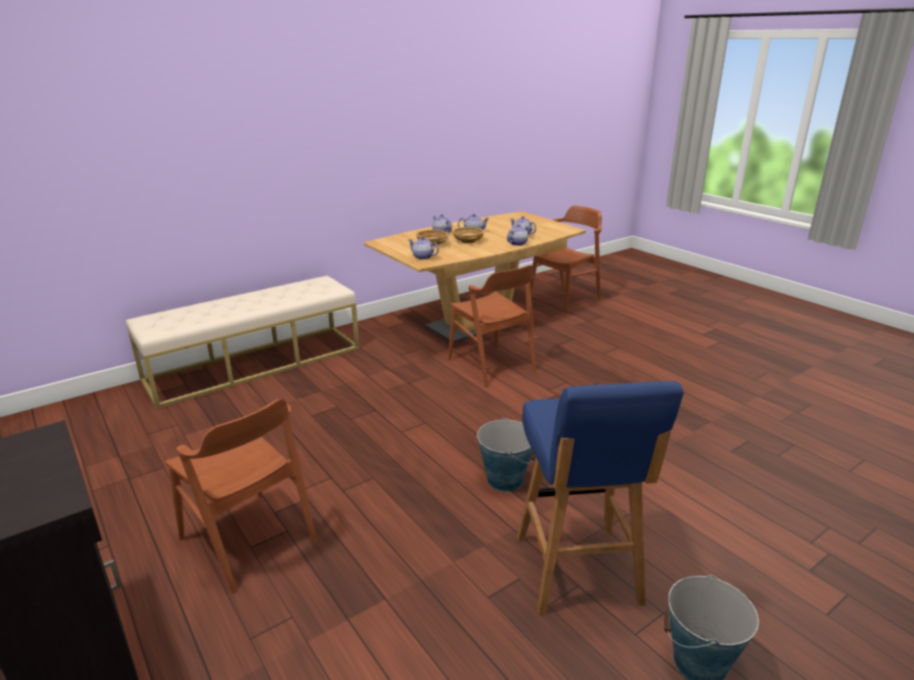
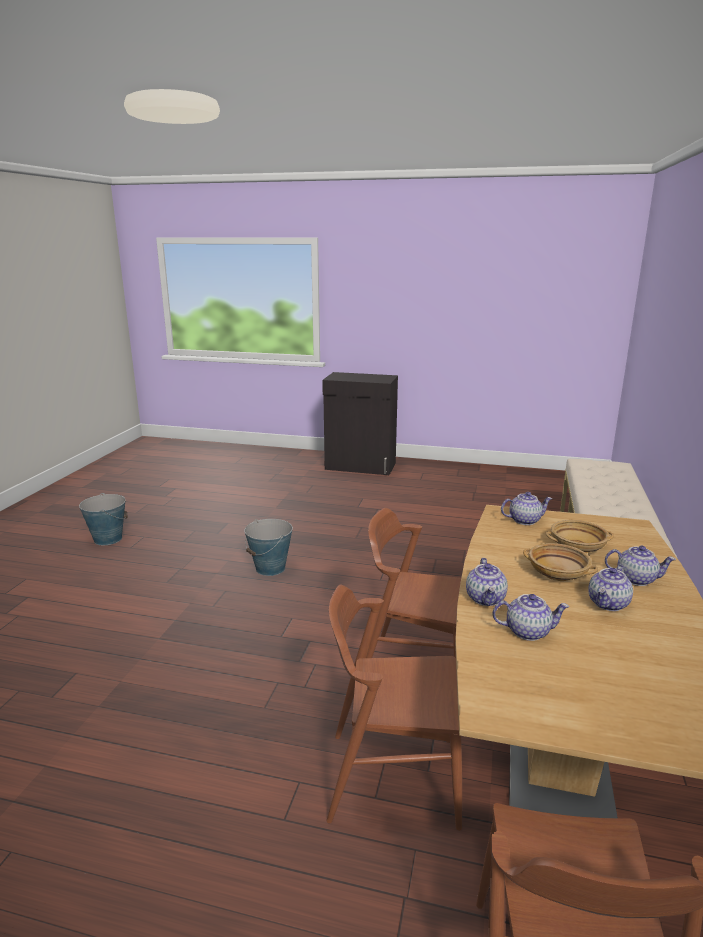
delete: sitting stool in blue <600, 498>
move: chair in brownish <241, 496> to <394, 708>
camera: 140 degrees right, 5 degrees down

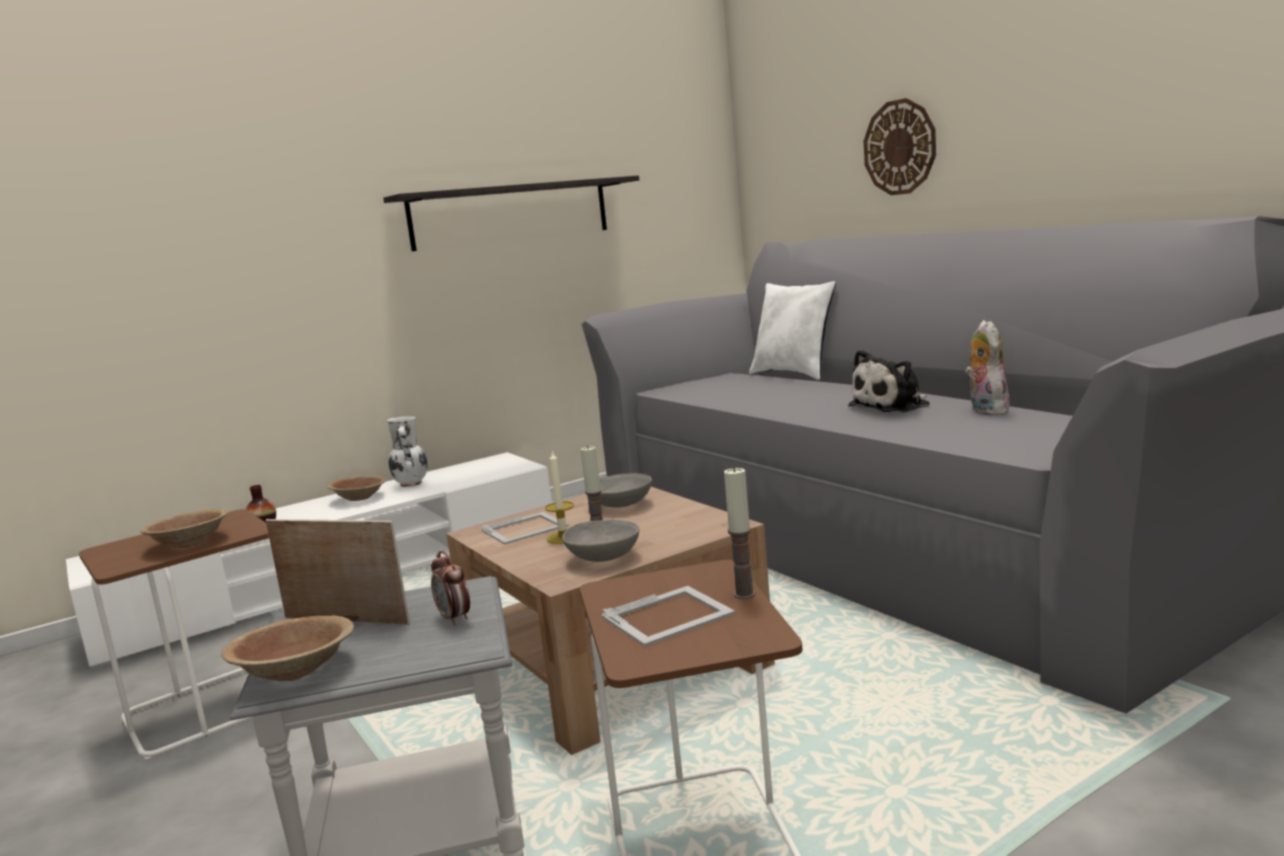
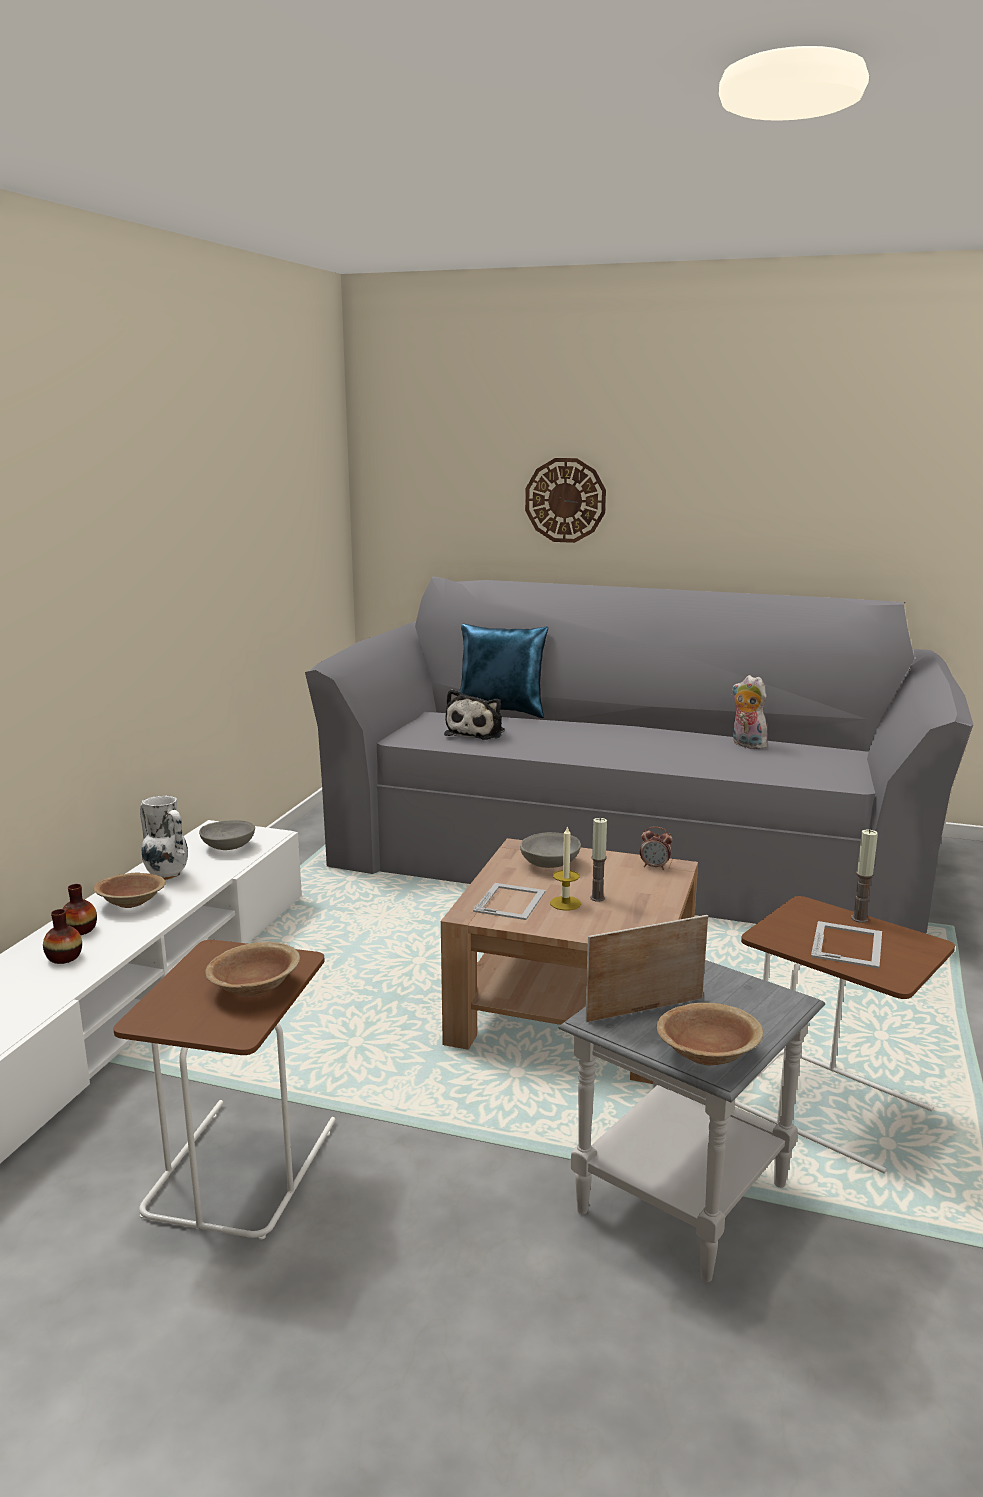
delete: shelf <511, 213>
insert: flower vase <79, 909>
move: table clock <450, 588> to <656, 848>; serving bowl in gray <600, 541> to <227, 835>; soft toy <889, 381> to <474, 714>
recolor: pillow in white <792, 330> to pillow in blue <504, 671>
camera: 40 degrees left, 5 degrees up

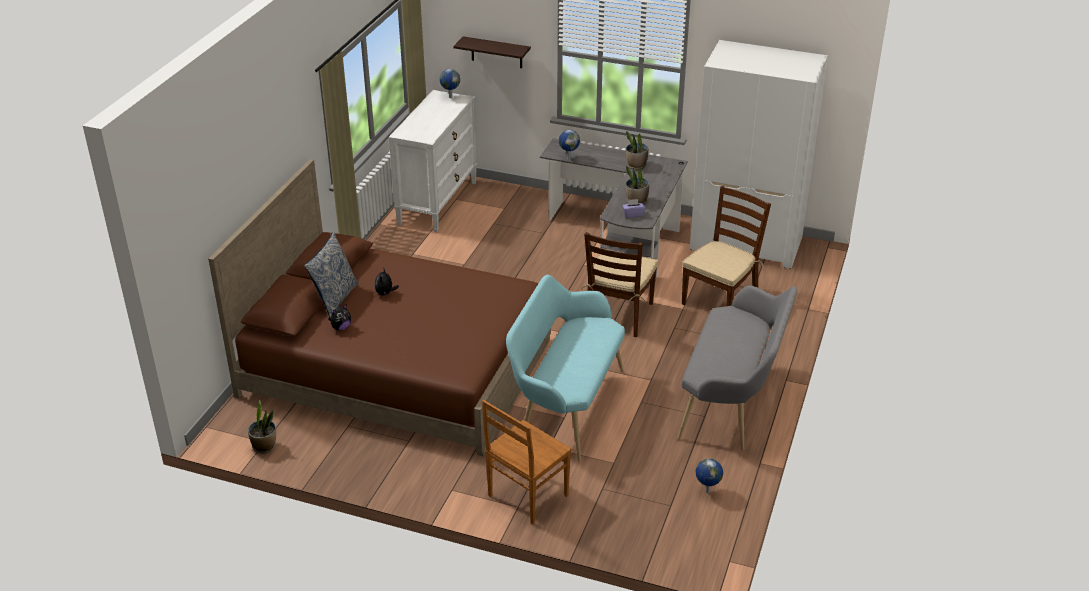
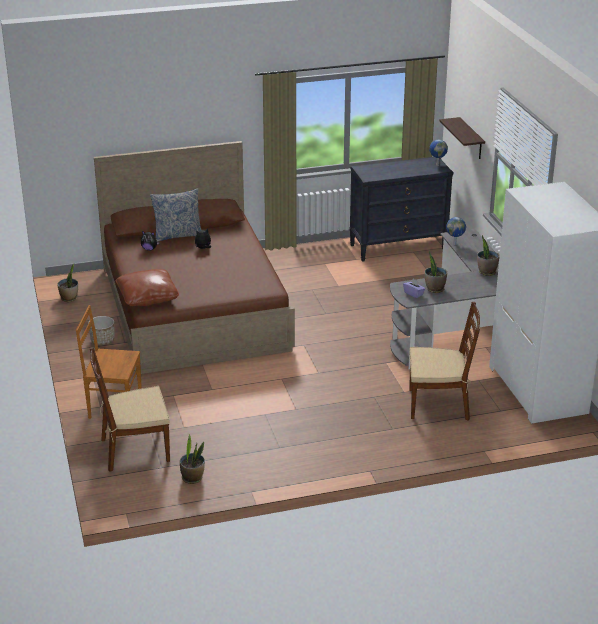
delete: bench in blue-green <565, 368>; bench in gray <737, 368>
insert: plant pot <101, 330>; pillow in brownish <147, 287>
move: chair in brownish <619, 284> to <130, 409>
replace: globe <709, 475> to potted plant <192, 459>
recolor: chest of drawers in white <432, 161> to chest of drawers in black-coloured <401, 209>
camera: 55 degrees right, 5 degrees down

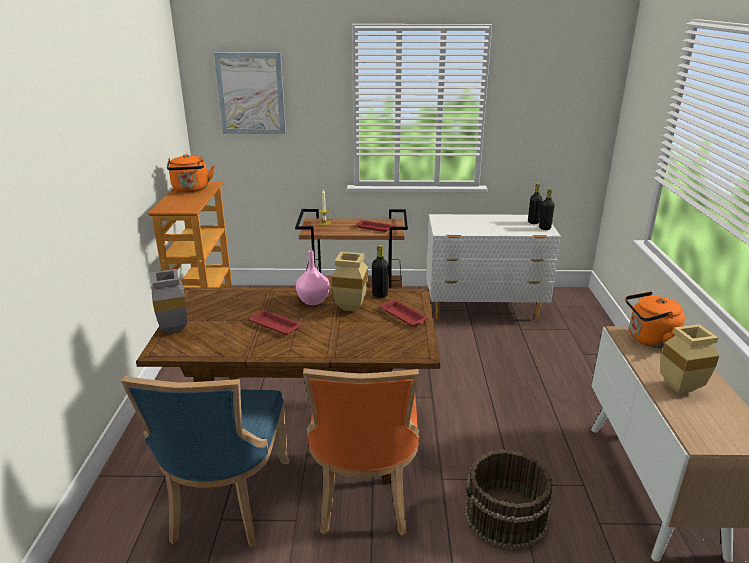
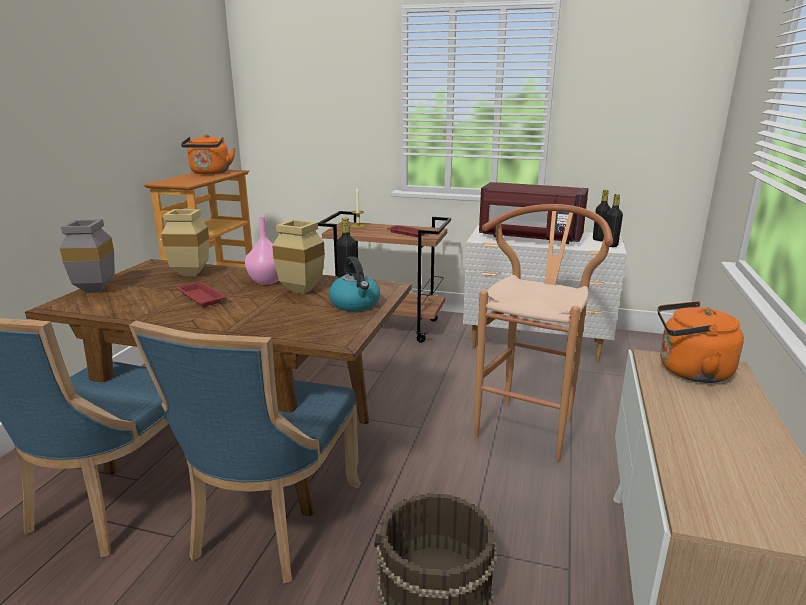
delete: wall picture <250, 93>
insert: sitting stool in brownish <543, 333>; microwave oven in red <533, 213>
move: flower vase in beige-coloured <690, 359> to <185, 242>
replace: serving tray in red <404, 313> to tea kettle <354, 283>
recolor: chair in orange-coloured <361, 451> to chair in blue <245, 451>
camera: 15 degrees right, 5 degrees down

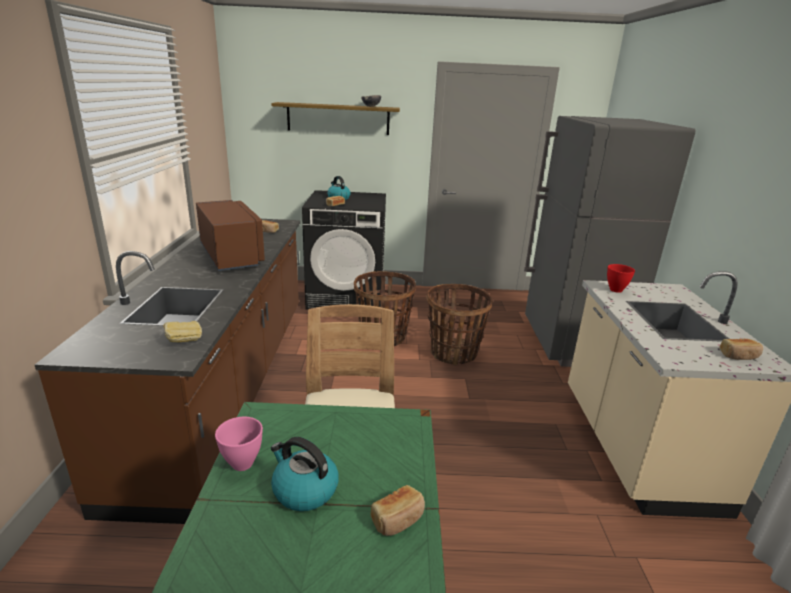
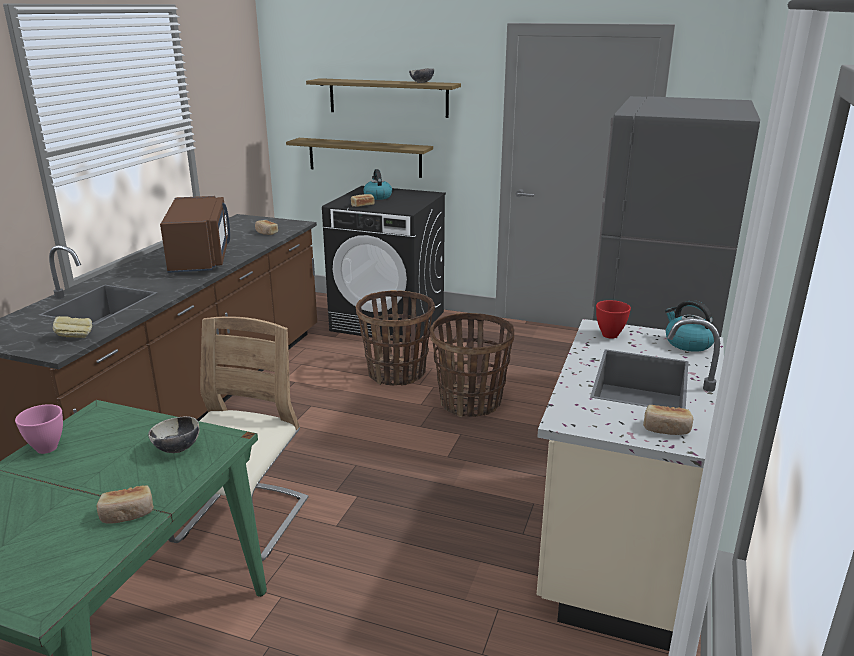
insert: serving bowl <173, 434>; shelf <359, 158>
move: tea kettle <305, 474> to <689, 326>
camera: 20 degrees right, 0 degrees up

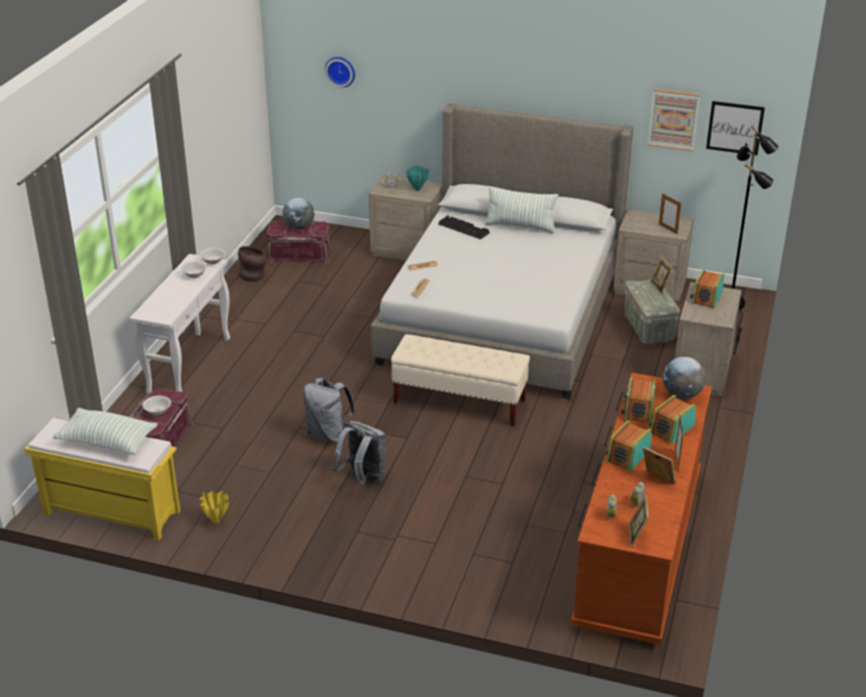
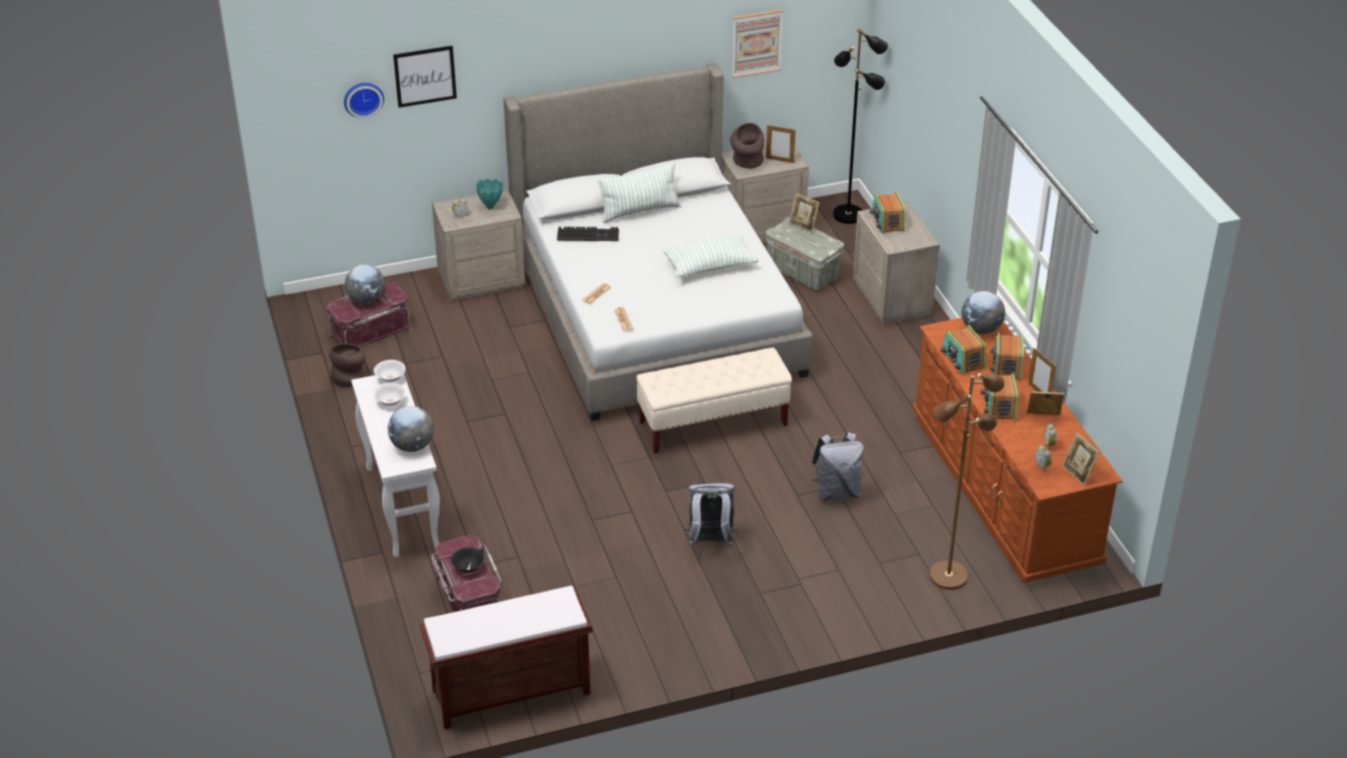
delete: flower vase in yellowish <214, 507>
insert: globe <411, 429>; flower vase in brownish <747, 145>; standard lamp in brownish <966, 481>
move: pillow <105, 431> to <710, 256>; knapsack in gray <329, 410> to <837, 466>; wall picture <735, 128> to <425, 77>
recolor: bench in yellowish <102, 479> to bench in brownish <506, 658>; serving bowl in white <157, 405> to serving bowl in black-coloured <467, 560>
camera: 35 degrees left, 5 degrees up

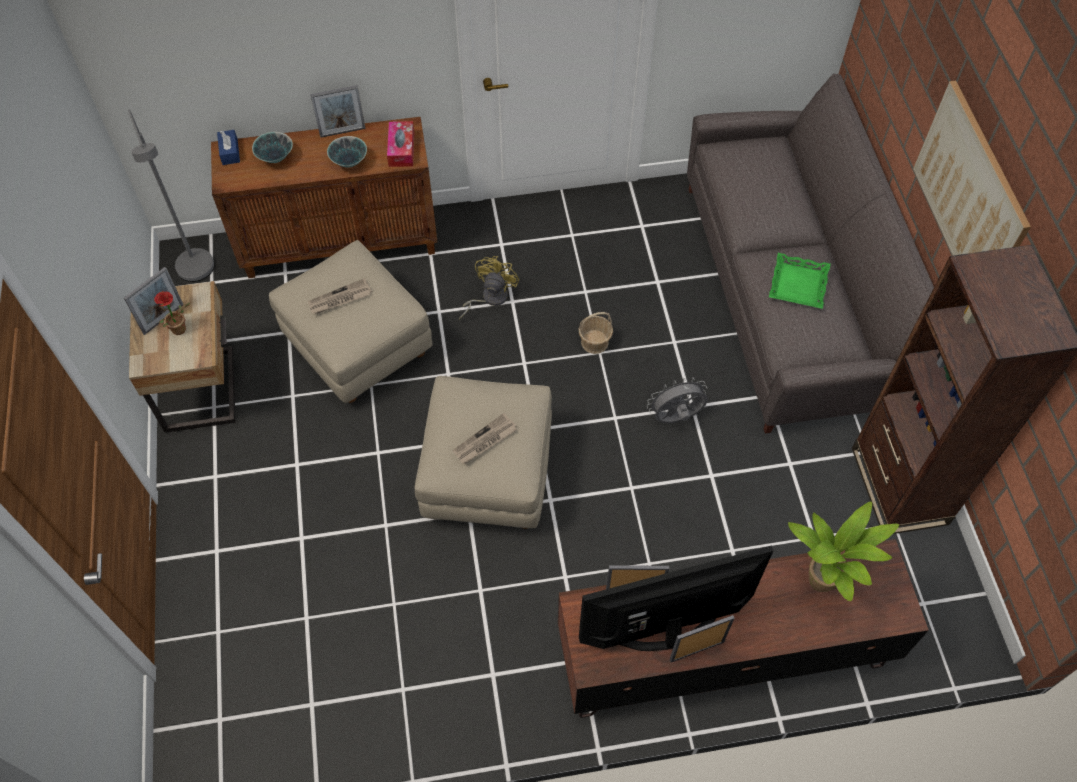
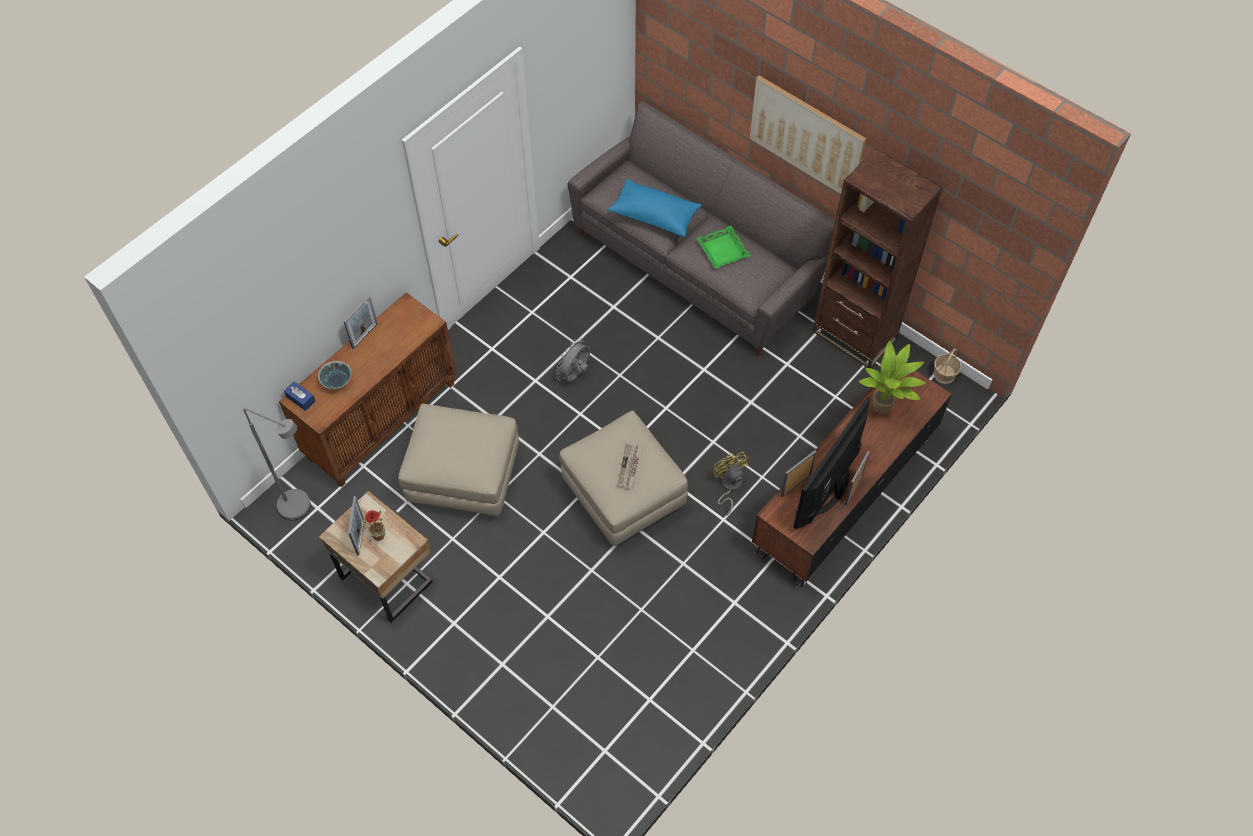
delete: printed paper <340, 296>; serving bowl <347, 152>; tissue box <400, 144>
insert: pillow in blue <655, 208>
move: electric fan in yellowish <489, 288> to <731, 484>; household basket <595, 333> to <947, 366>; electric fan in gray <677, 400> to <573, 360>
camera: 40 degrees left, 0 degrees up

